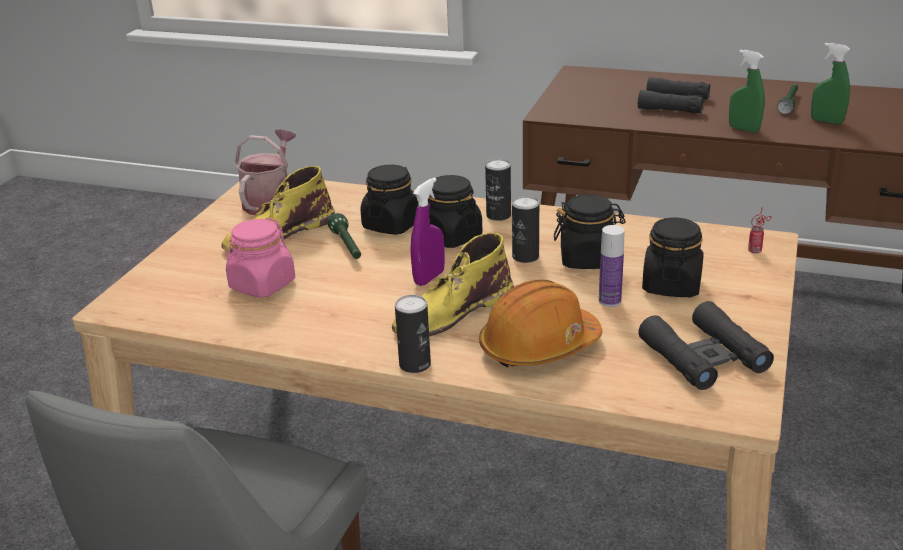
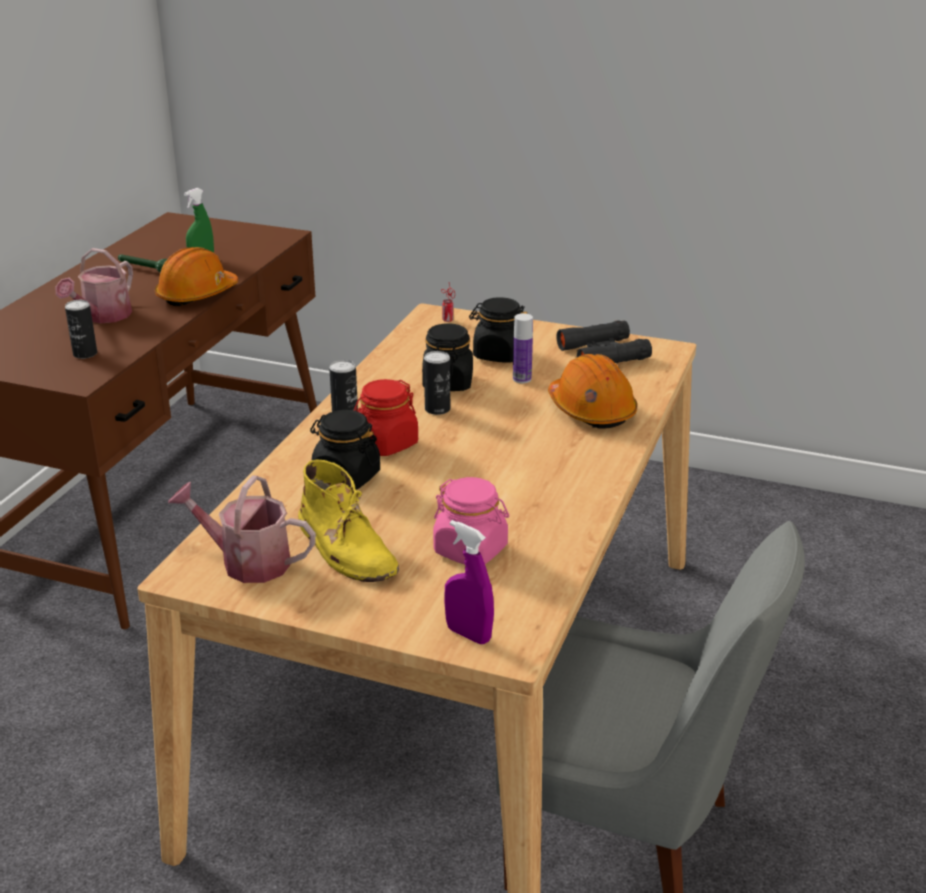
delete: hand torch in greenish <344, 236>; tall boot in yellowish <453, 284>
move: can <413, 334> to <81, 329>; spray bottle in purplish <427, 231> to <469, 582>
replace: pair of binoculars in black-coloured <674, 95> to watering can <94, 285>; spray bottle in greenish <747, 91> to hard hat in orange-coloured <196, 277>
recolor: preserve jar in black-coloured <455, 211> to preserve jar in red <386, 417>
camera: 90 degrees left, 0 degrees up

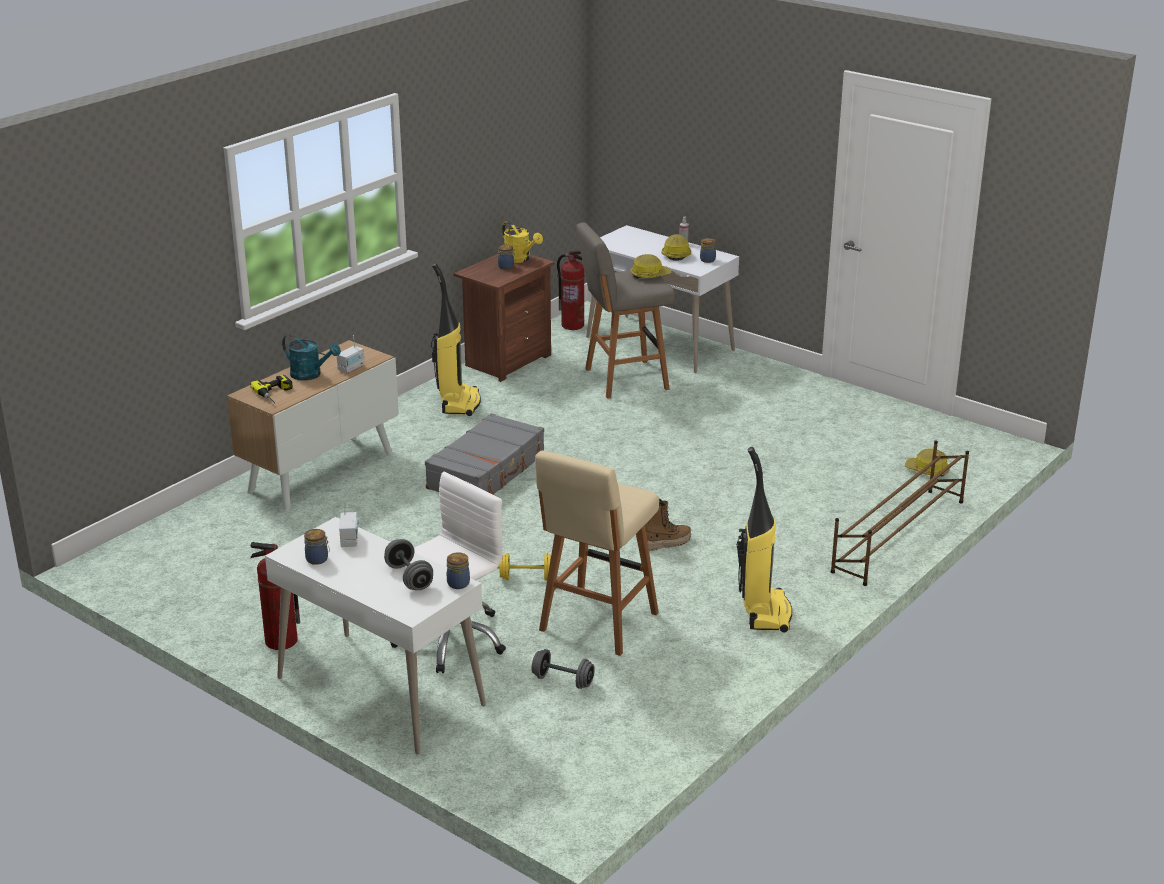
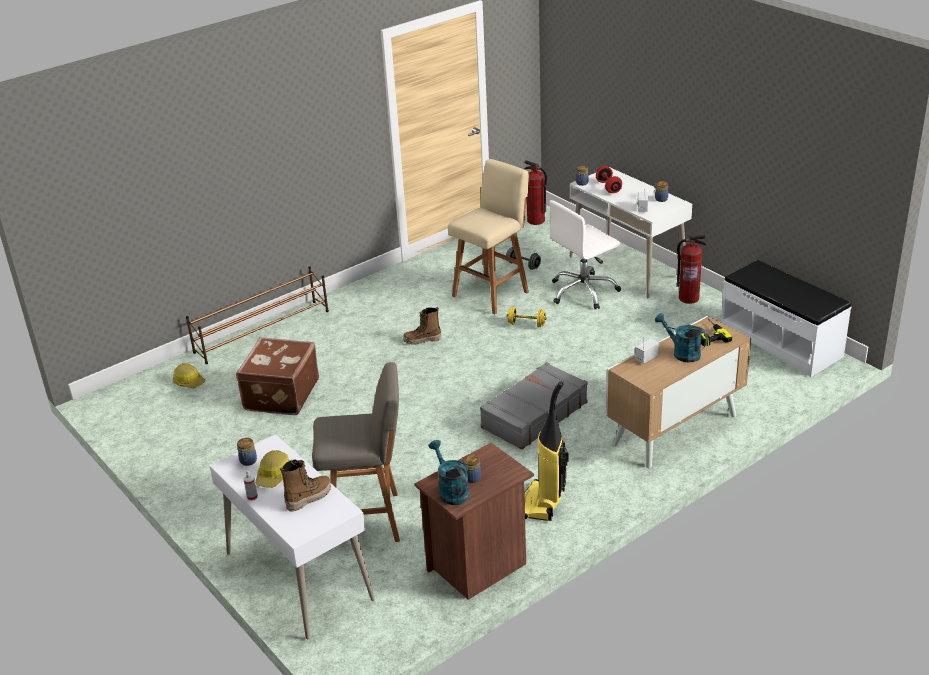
delete: hard hat <650, 266>; hoover <764, 539>
insert: piece of luggage in brownish <277, 376>; tall boot <305, 485>; bench in white <786, 318>
move: fire extinguisher <571, 290> to <535, 192>
recolor: hand weight in gray <408, 564> to hand weight in red <609, 179>; watering can in yellowish <522, 242> to watering can in blue-green <449, 472>
camera: 165 degrees left, 5 degrees up

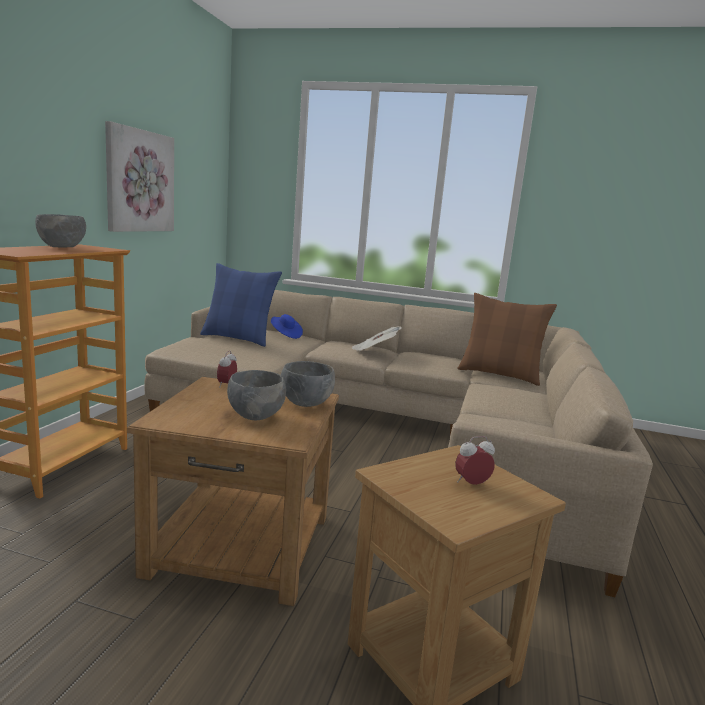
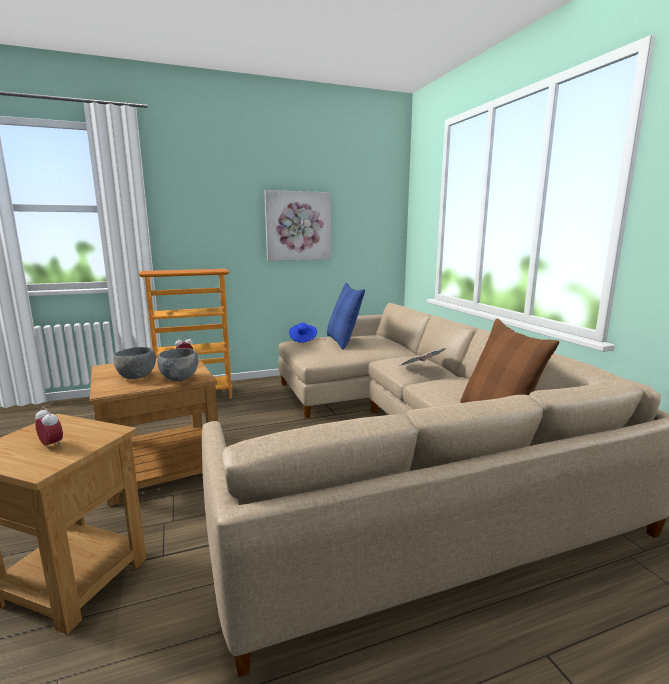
delete: serving bowl in gray <60, 230>
move: hat in blue <287, 326> to <303, 333>
camera: 55 degrees right, 0 degrees up

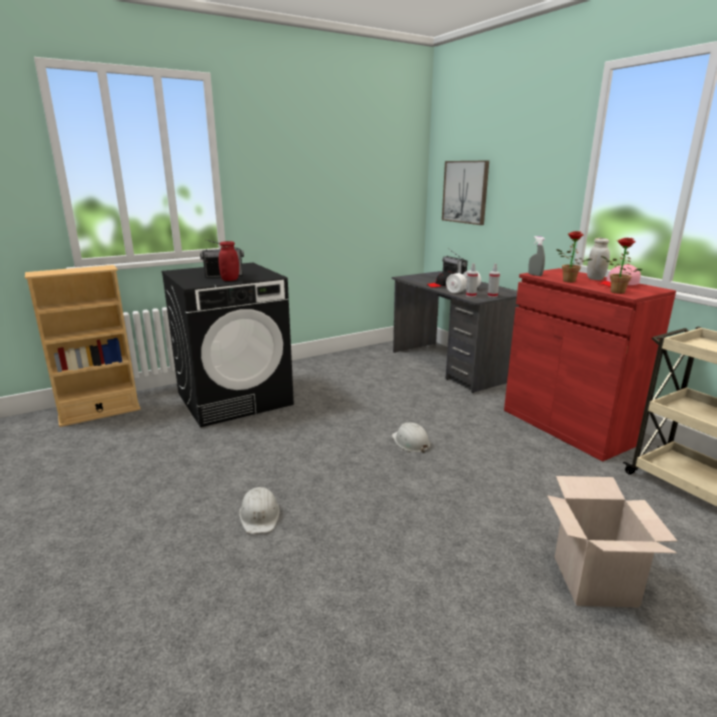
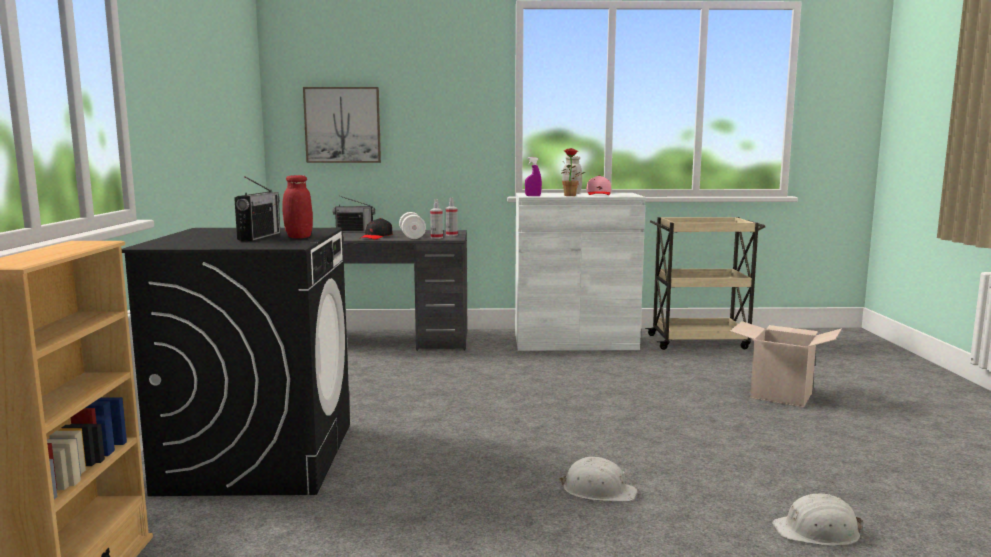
delete: potted plant <621, 266>
move: hard hat in white <411, 437> to <817, 520>
recolor: storage cabinet in red <590, 365> to storage cabinet in white <580, 272>; spray bottle in gray <536, 256> to spray bottle in purplish <533, 176>
camera: 60 degrees left, 10 degrees down

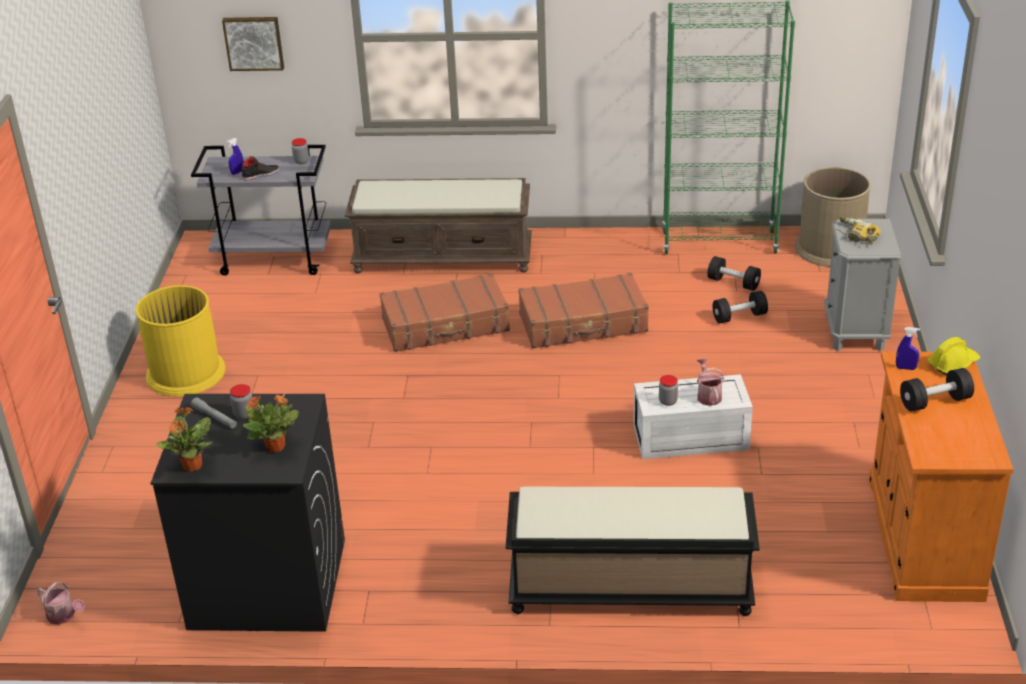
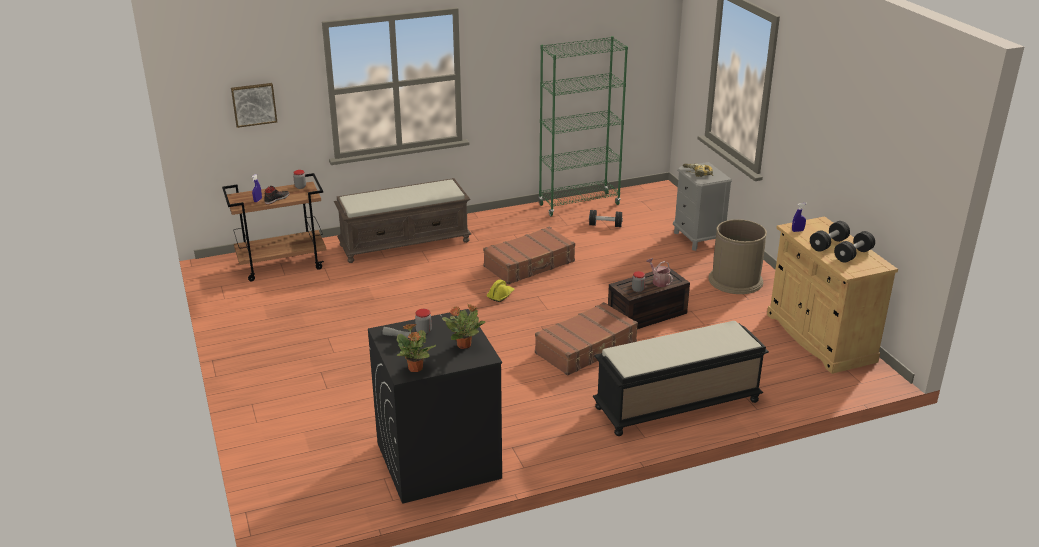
delete: watering can <61, 603>; rubbish bin in yellowish <181, 341>
move: piece of luggage in brownish <445, 312> to <586, 339>; hand weight in black-coloured <740, 307> to <854, 247>; rubbish bin in brownish <832, 217> to <737, 256>; hard hat in yellowish <953, 356> to <500, 290>
recolor: trolley in gray <261, 210> to trolley in brownish <274, 227>; storage box in white <693, 416> to storage box in brownish <649, 298>; storage cabinet in orange-coloured <941, 477> to storage cabinet in beige-coloured <832, 295>
camera: 25 degrees left, 5 degrees down

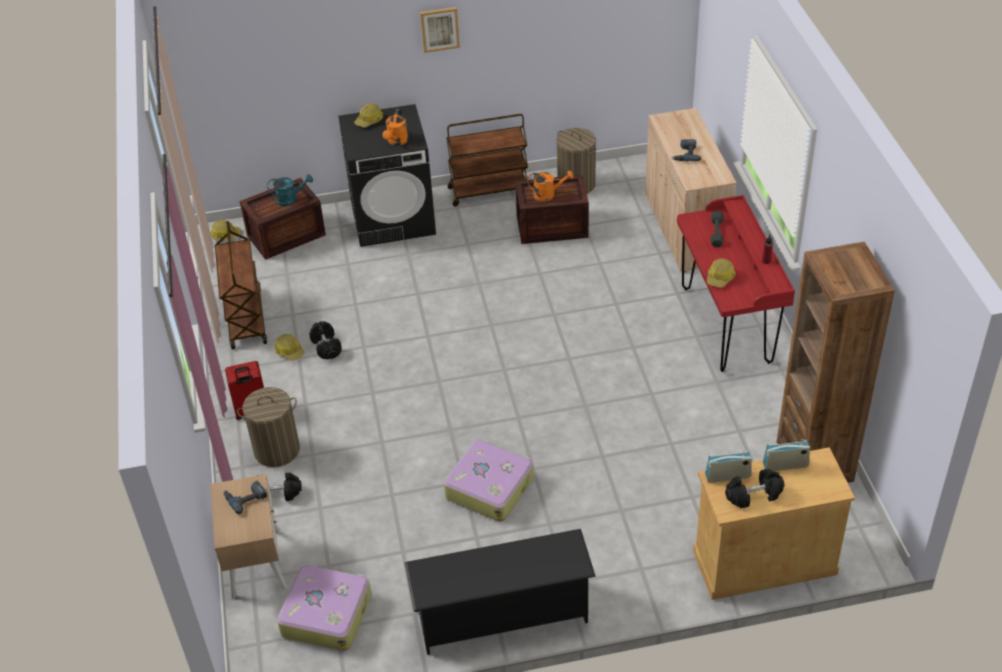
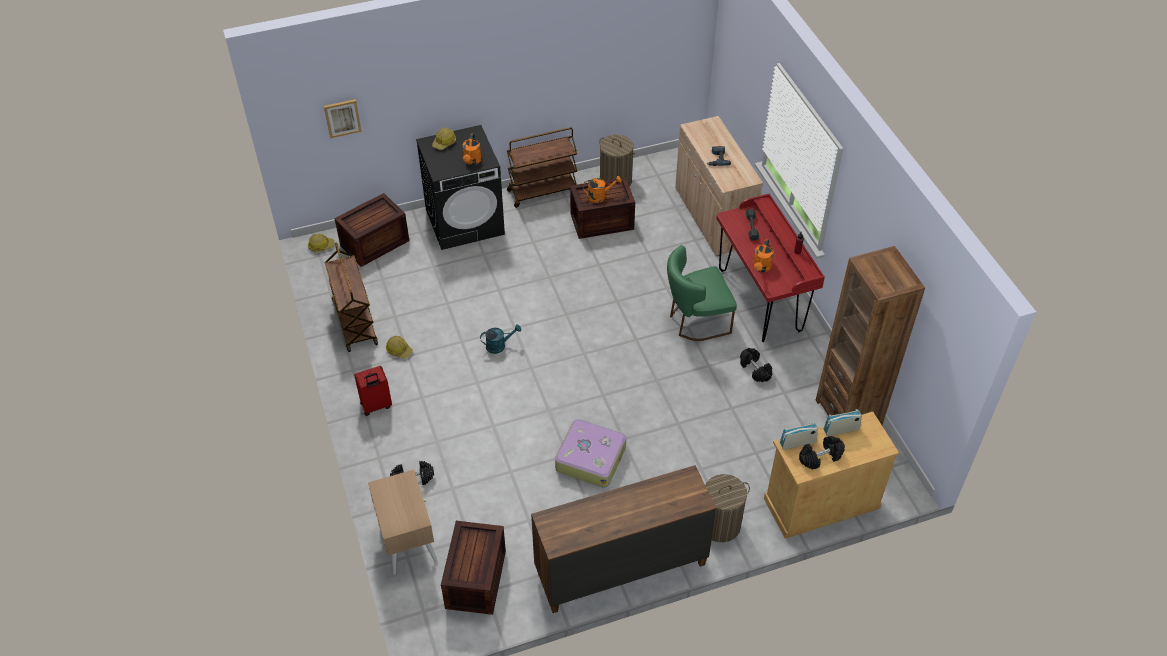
delete: power drill <245, 497>
insert: chair in greenish <702, 293>
move: laundry basket <268, 427> to <727, 508>; watering can in blue-green <290, 190> to <500, 339>; hand weight in black-coloured <325, 340> to <756, 365>; wall picture <440, 30> to <343, 118>
replace: piece of luggage <324, 607> to crate <473, 568>; shoe rack in black-coloured <500, 592> to chest of drawers in brownish <623, 539>; hard hat <721, 273> to watering can in orange-coloured <763, 255>
camera: 10 degrees left, 5 degrees up

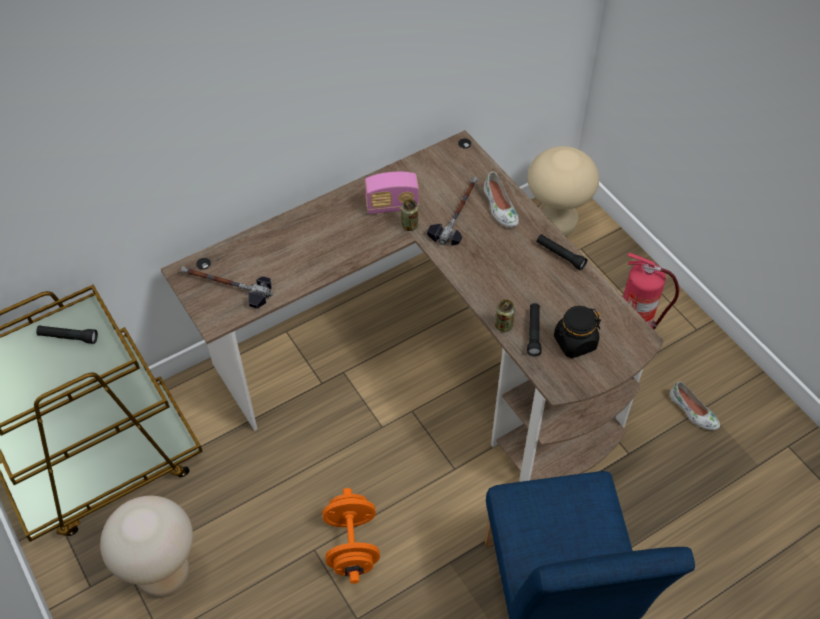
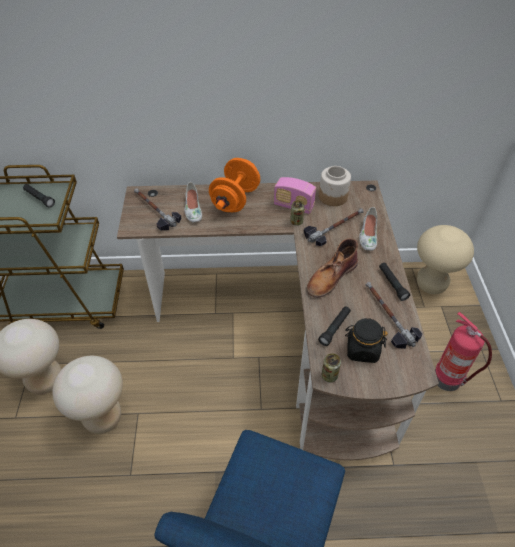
insert: sitting stool in beige-coloured <88, 395>; tall boot in brownish <332, 268>; preserve jar <335, 186>; tool hammer <394, 315>
move: hand weight in orange-coloured <351, 536> to <234, 185>; can <505, 315> to <331, 367>; shoe in white <695, 406> to <193, 202>
camera: 30 degrees right, 5 degrees down

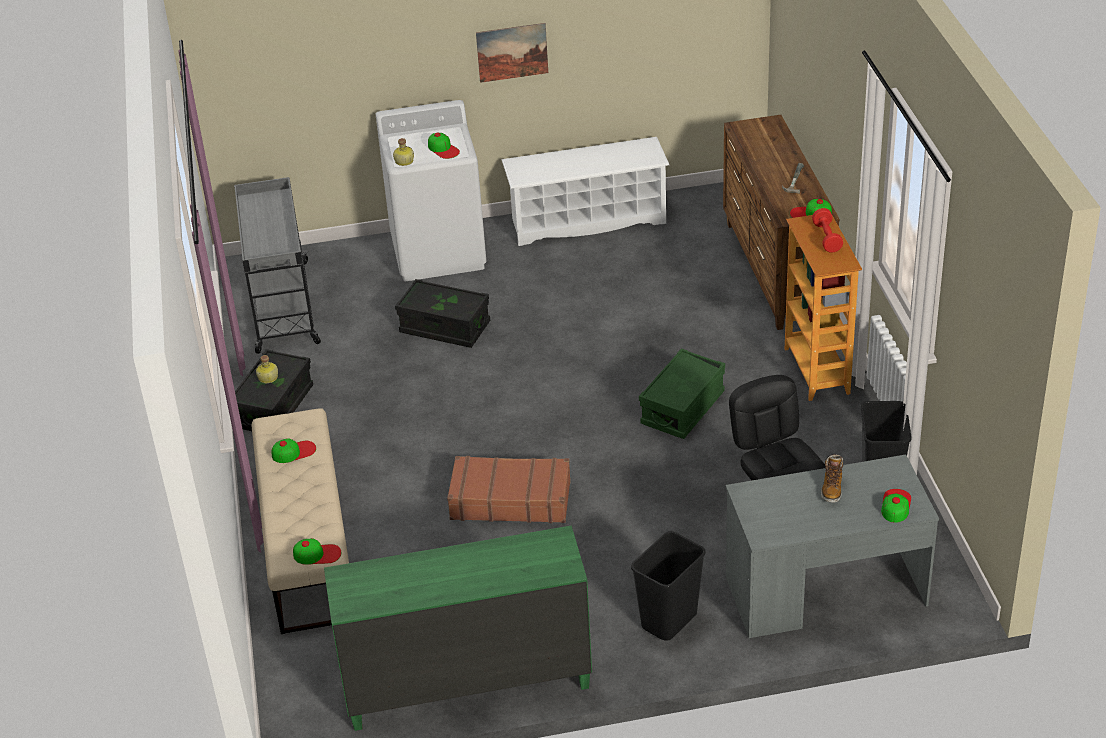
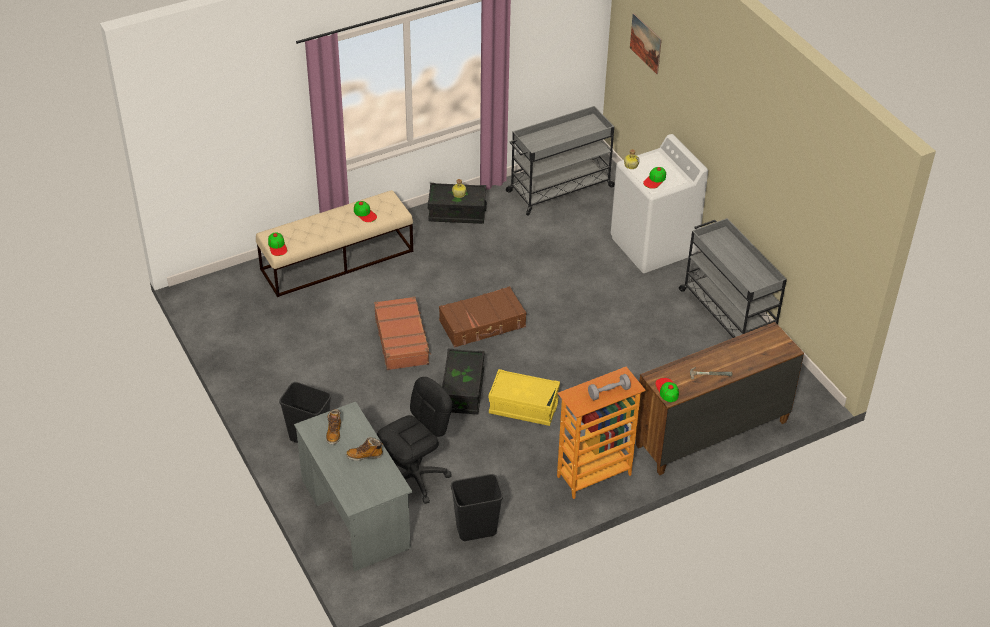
delete: chest of drawers in greenish <458, 628>; peaked cap <896, 506>
insert: tall boot <333, 426>; piece of luggage in brownish <482, 316>
move: storage box in black-coloured <442, 313> to <463, 381>; wall picture <512, 53> to <646, 43>
replace: shoe rack in white <585, 191> to trolley in gray <733, 278>
recolor: storage box in greenish <682, 393> to storage box in yellowish <524, 397>; hand weight in red <827, 230> to hand weight in gray <609, 387>
camera: 70 degrees right, 5 degrees up

